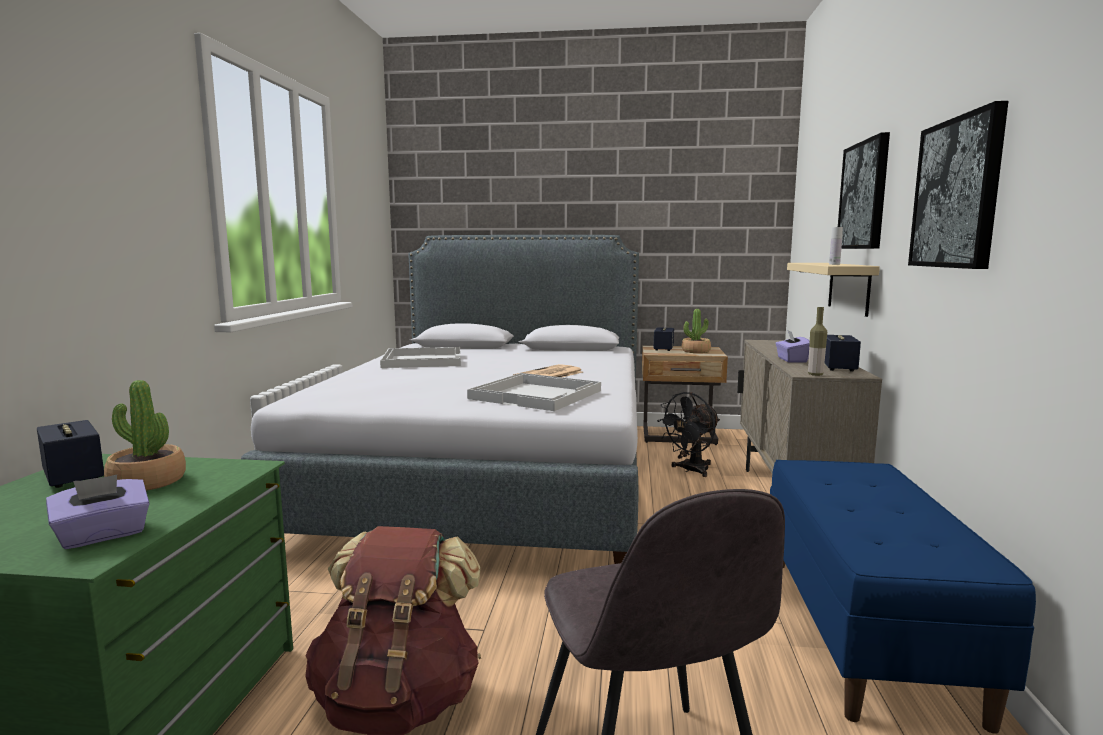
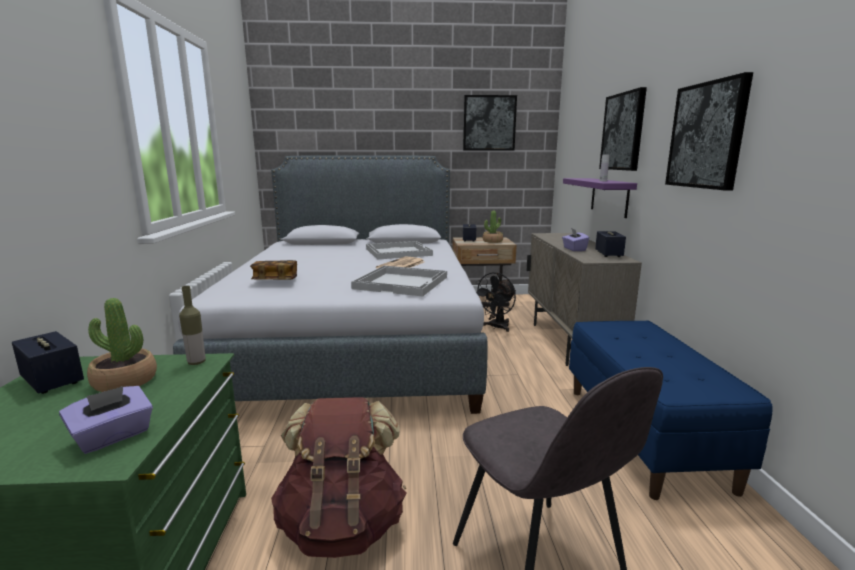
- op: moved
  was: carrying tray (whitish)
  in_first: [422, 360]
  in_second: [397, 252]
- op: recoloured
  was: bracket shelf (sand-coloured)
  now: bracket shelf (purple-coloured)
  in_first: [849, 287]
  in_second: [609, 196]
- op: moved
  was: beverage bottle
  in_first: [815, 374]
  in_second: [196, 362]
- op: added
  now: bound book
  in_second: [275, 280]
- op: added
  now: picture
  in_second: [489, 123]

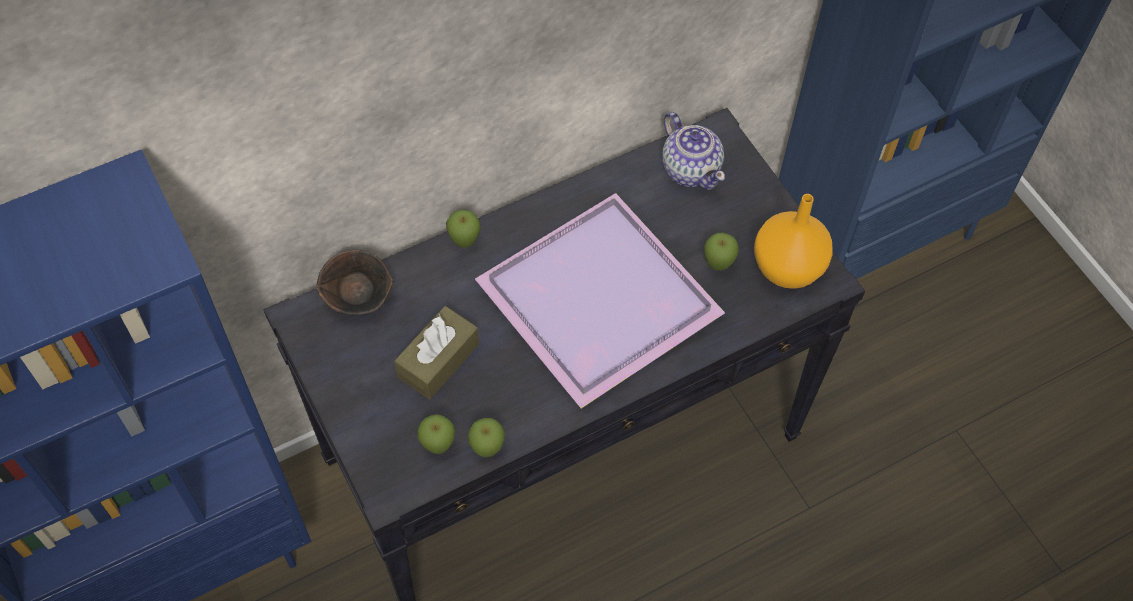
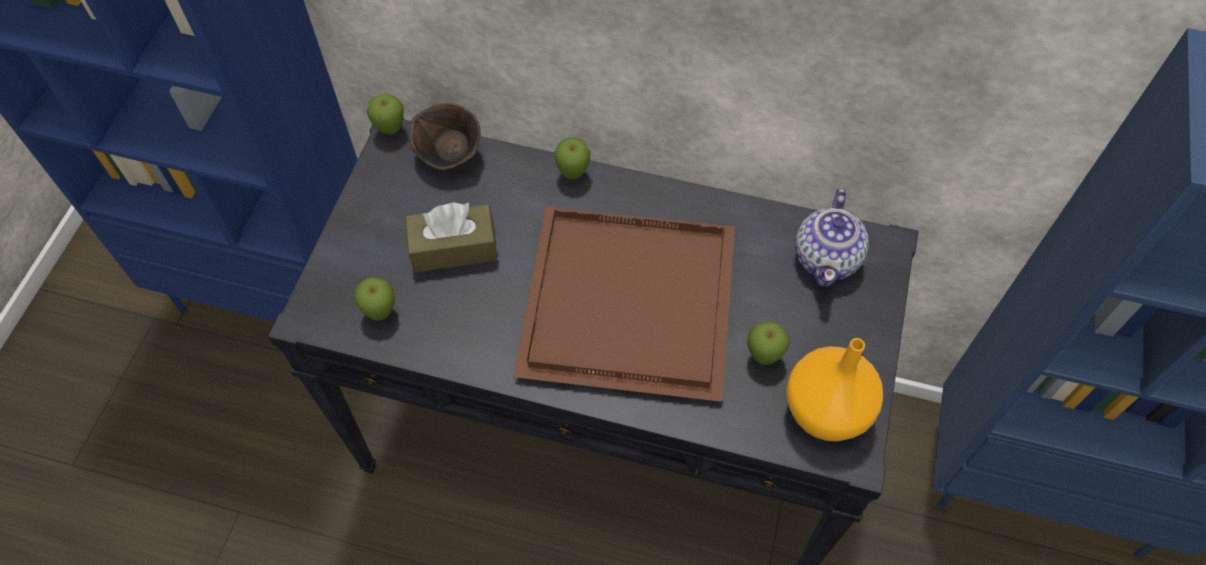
- op: moved
  was: whole apple
  in_first: [487, 449]
  in_second: [391, 130]
- op: recoloured
  was: carrying tray (purple-coloured)
  now: carrying tray (brownish)
  in_first: [598, 304]
  in_second: [624, 306]

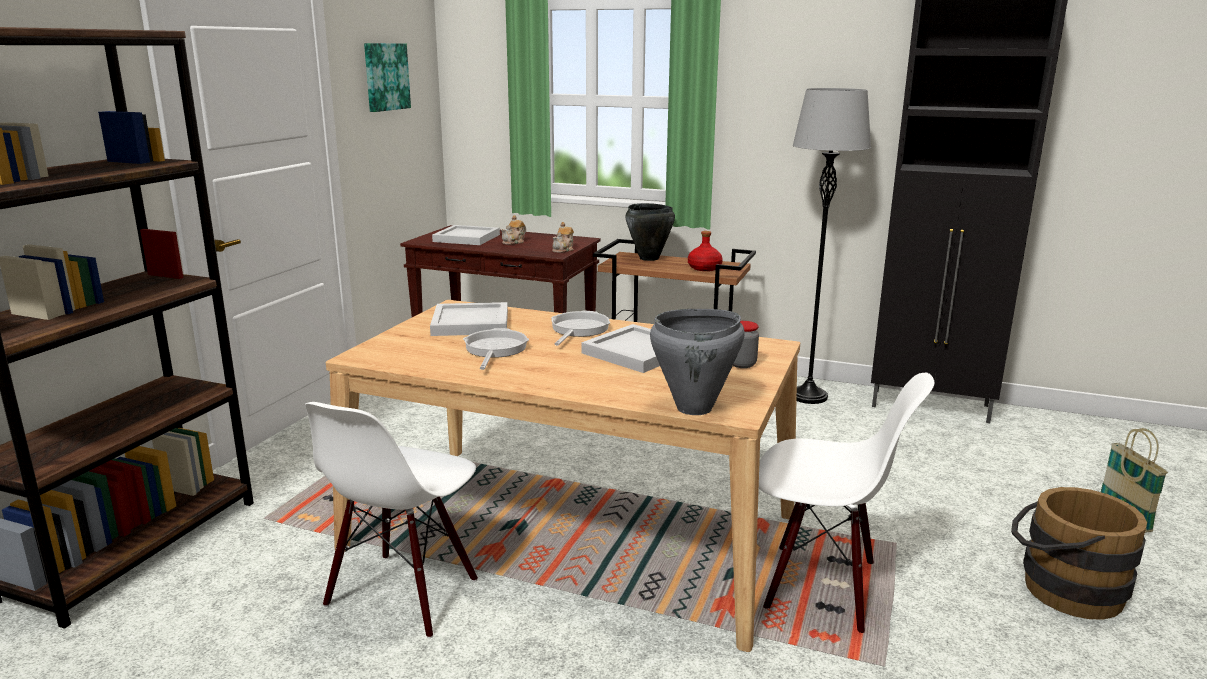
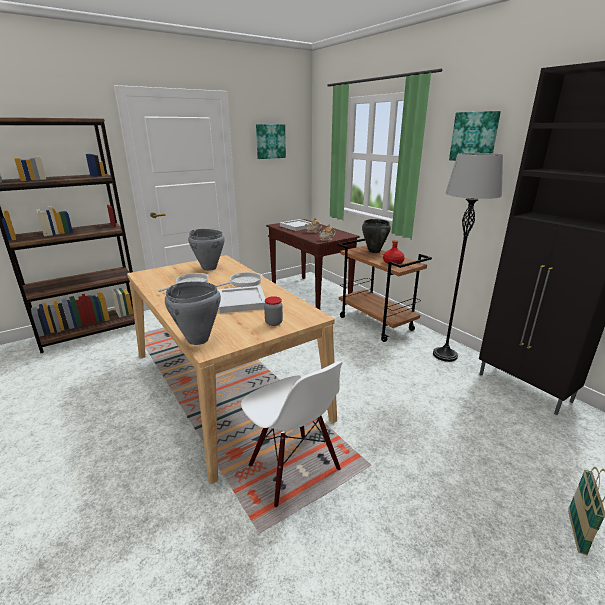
- op: removed
  was: plain chair (whitish)
  in_first: [403, 594]
- op: replaced
  was: carrying tray (whitish)
  now: saucepot (gray)
  in_first: [469, 323]
  in_second: [209, 268]
- op: removed
  was: water bucket (brownish)
  in_first: [1062, 589]
- op: added
  now: picture
  in_second: [474, 137]

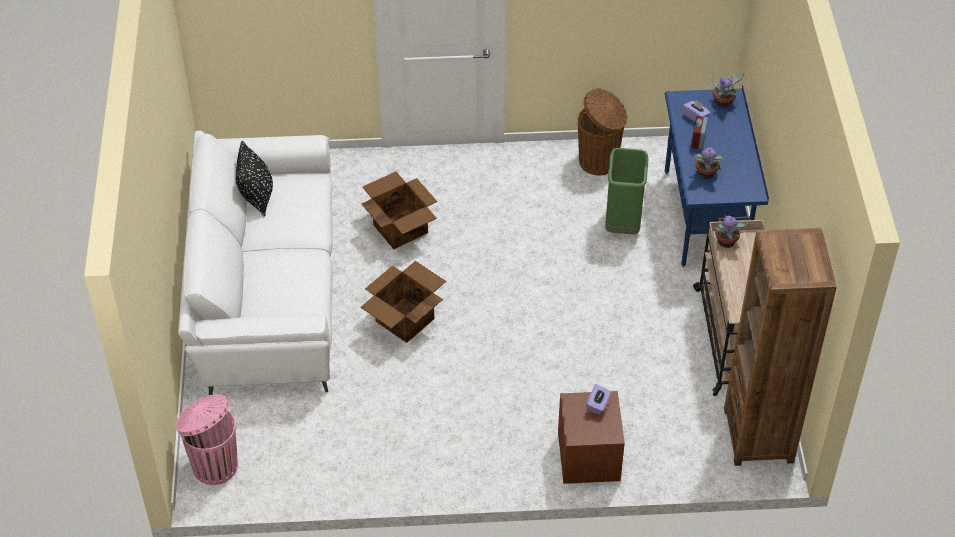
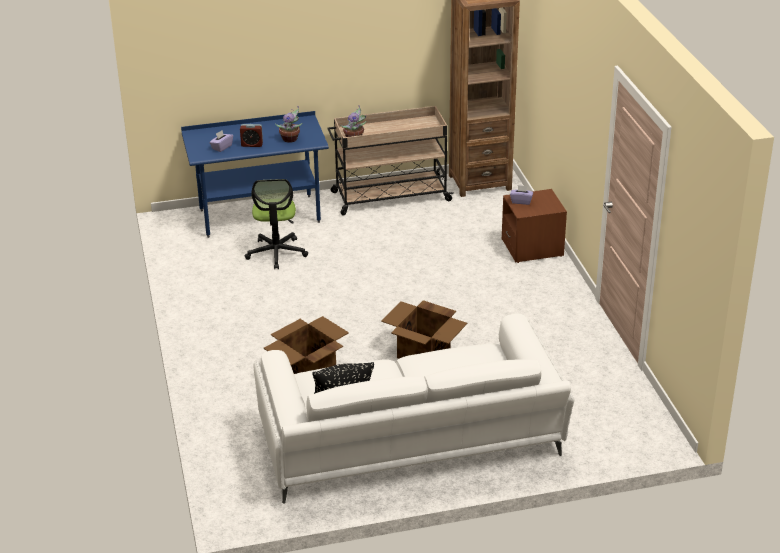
- op: removed
  was: waste bin (pinkish)
  in_first: [214, 465]
- op: removed
  was: waste bin (brownish)
  in_first: [599, 162]
- op: replaced
  was: waste bin (greenish)
  now: computer chair
  in_first: [622, 225]
  in_second: [276, 253]
- op: removed
  was: houseplant
  in_first: [724, 103]

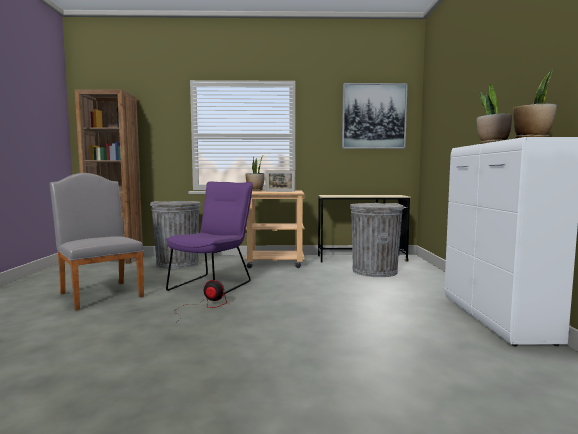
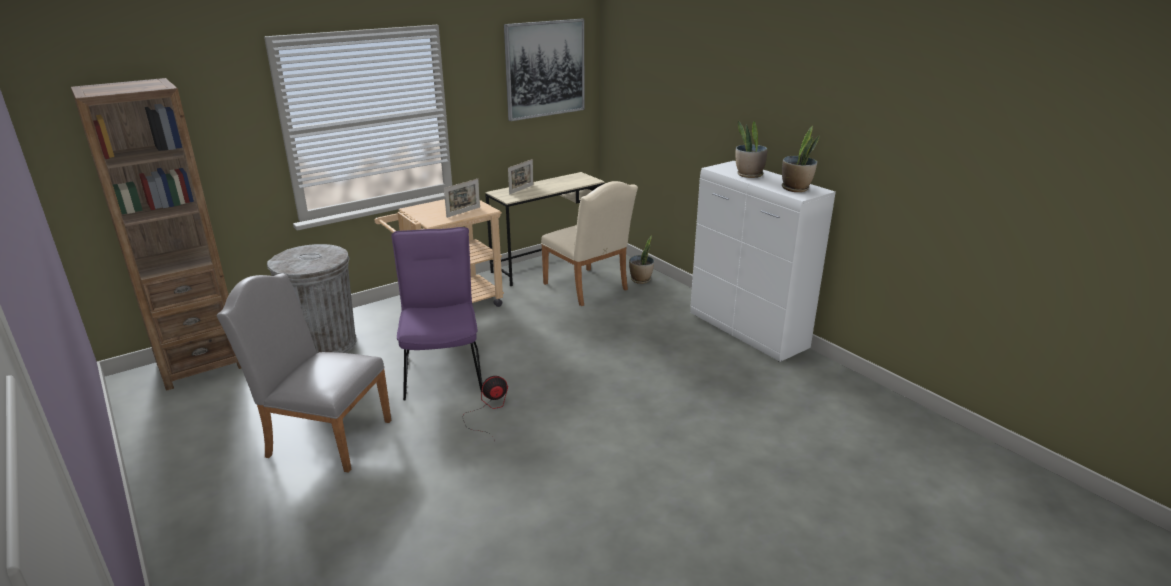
- op: moved
  was: houseplant
  in_first: [255, 190]
  in_second: [641, 280]
- op: replaced
  was: waste bin (gray)
  now: plain chair (sand-coloured)
  in_first: [374, 271]
  in_second: [588, 288]
- op: added
  now: standing frame
  in_second: [521, 189]

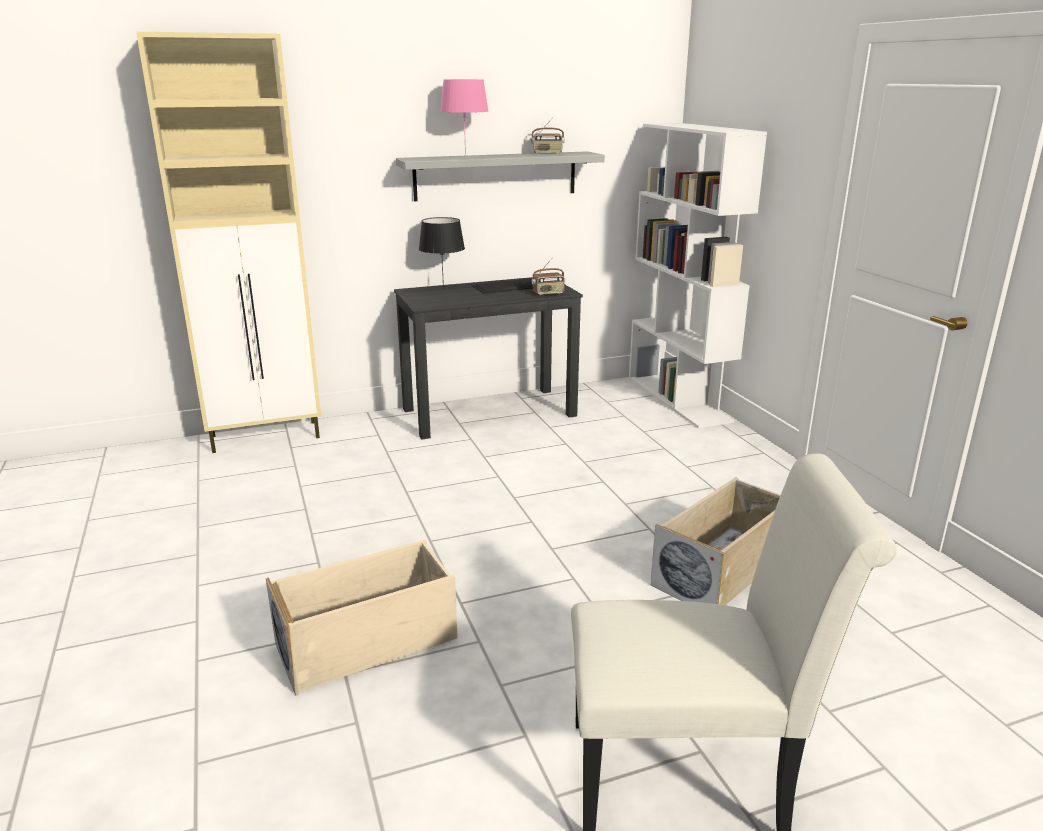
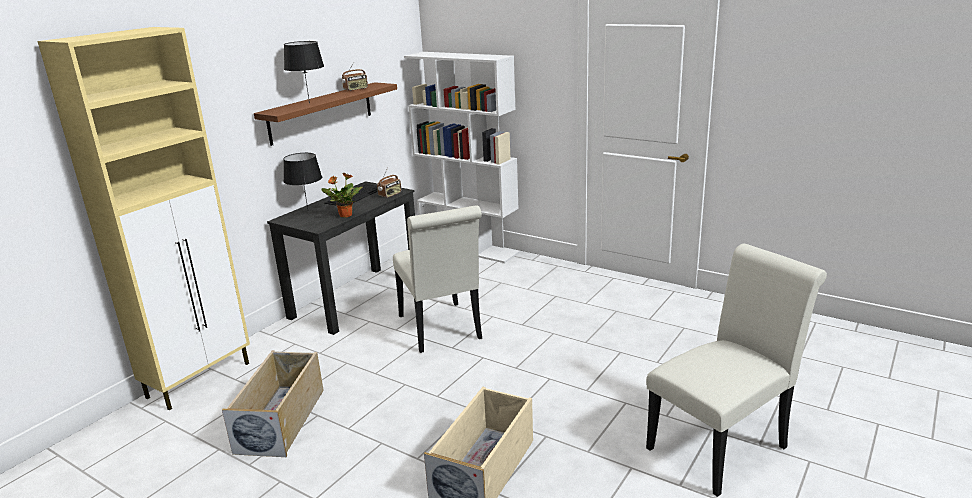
- op: recoloured
  was: bracket shelf (gray)
  now: bracket shelf (brownish)
  in_first: [496, 175]
  in_second: [321, 113]
- op: recoloured
  was: tabletop lamp (pinkish)
  now: tabletop lamp (black-coloured)
  in_first: [465, 157]
  in_second: [309, 103]
- op: moved
  was: storage bin (sand-coloured)
  in_first: [722, 569]
  in_second: [281, 420]
- op: added
  now: houseplant
  in_second: [345, 215]
- op: added
  now: plain chair (whitish)
  in_second: [441, 330]

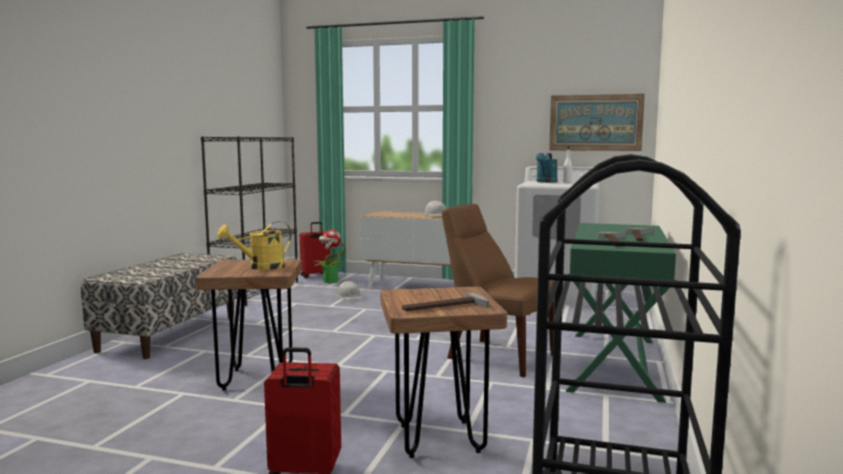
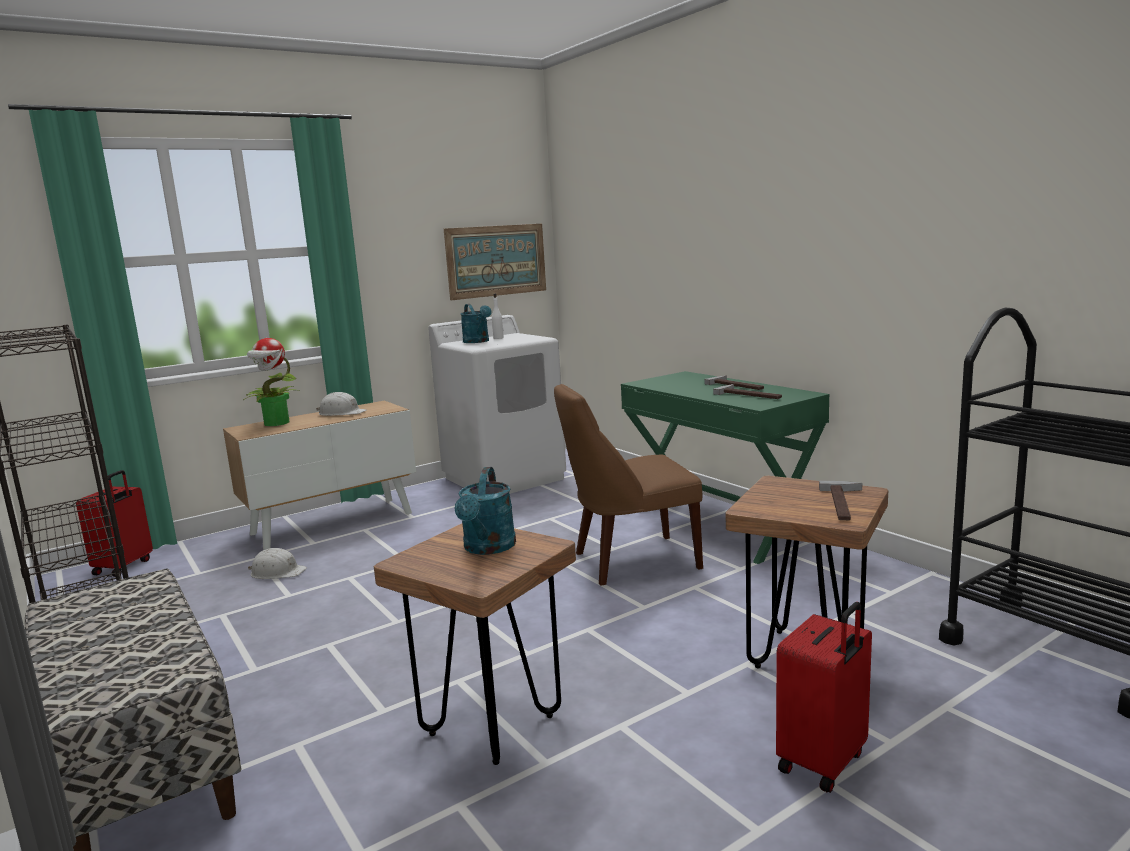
- op: recoloured
  was: watering pot (yellow)
  now: watering pot (turquoise-coloured)
  in_first: [260, 267]
  in_second: [488, 548]
- op: moved
  was: houseplant
  in_first: [330, 281]
  in_second: [276, 423]

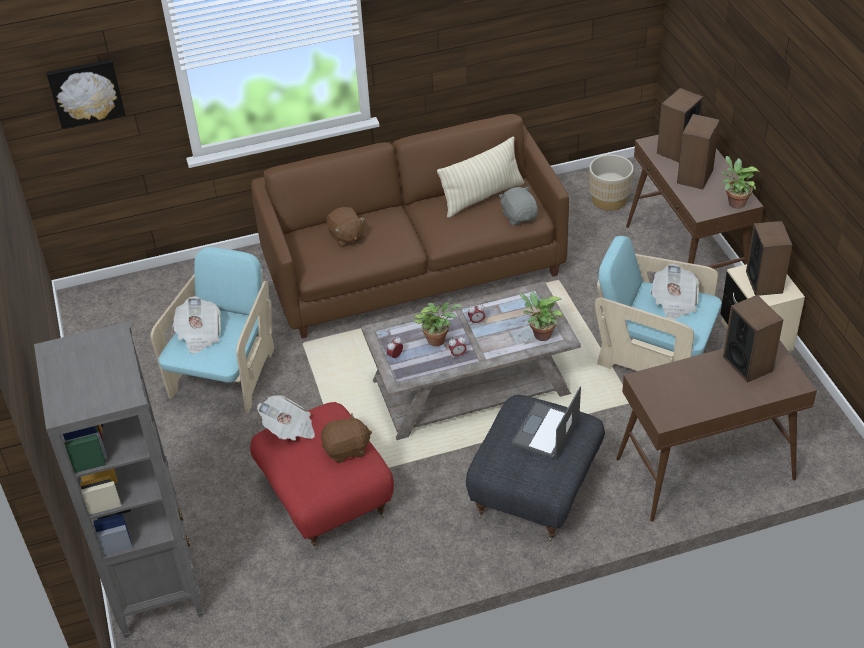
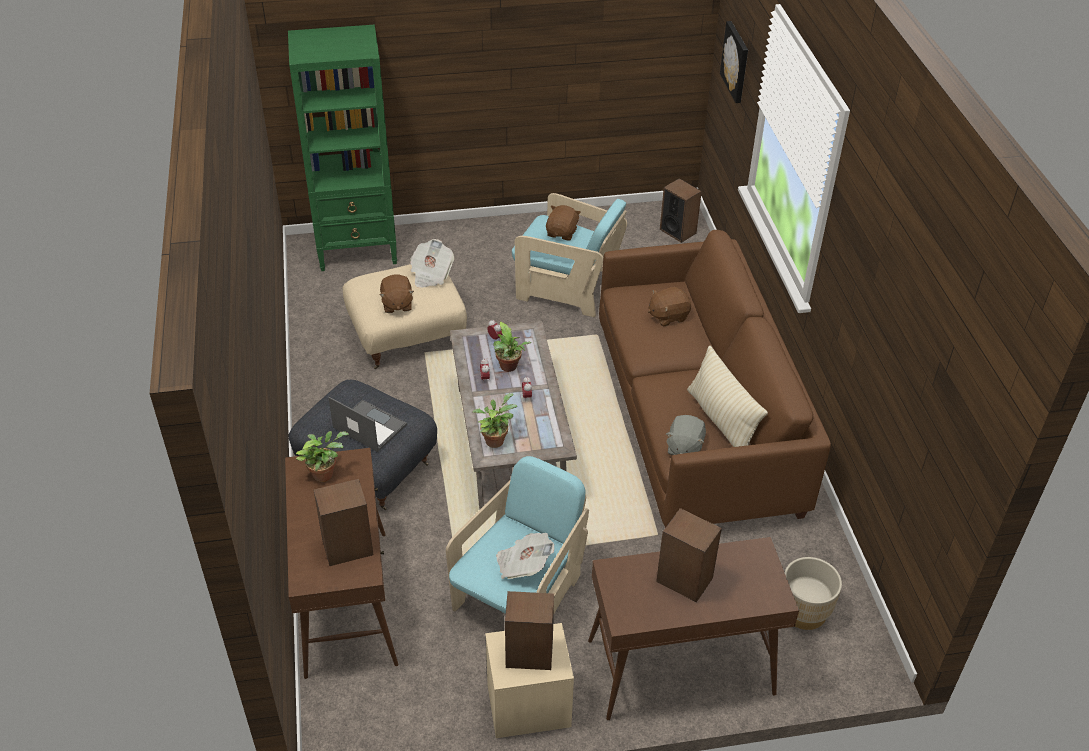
- op: recoloured
  was: bookcase (gray)
  now: bookcase (greenish)
  in_first: [156, 585]
  in_second: [358, 250]
- op: replaced
  was: newspaper
  now: soft toy (brownish)
  in_first: [199, 335]
  in_second: [562, 233]
- op: recoloured
  was: ottoman (reddish)
  now: ottoman (sand-coloured)
  in_first: [324, 499]
  in_second: [407, 337]
- op: turned
  was: soft toy (gray)
  in_first: [519, 216]
  in_second: [684, 447]
  clockwise: 120
- op: moved
  was: speaker
  in_first: [676, 149]
  in_second: [678, 231]
- op: moved
  was: houseplant
  in_first: [734, 202]
  in_second: [325, 473]

